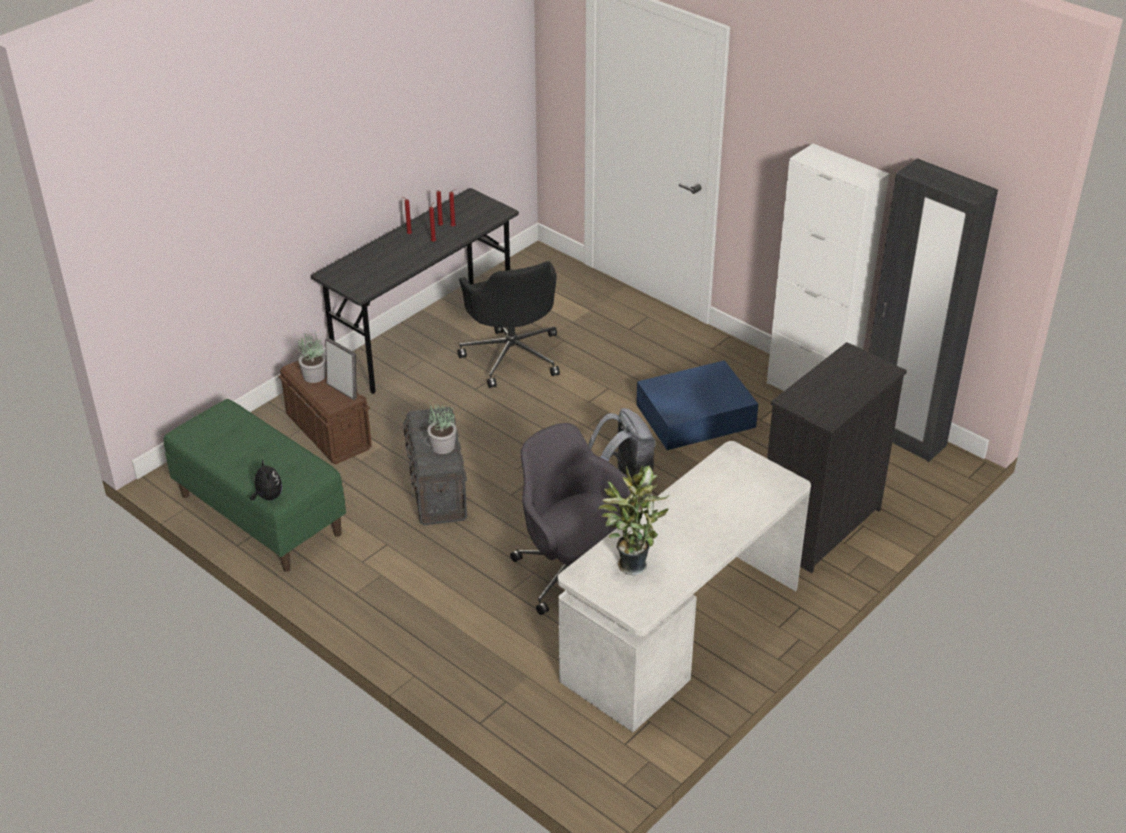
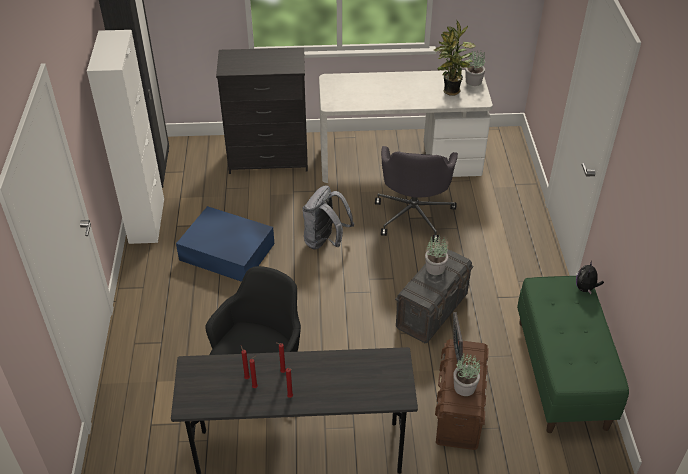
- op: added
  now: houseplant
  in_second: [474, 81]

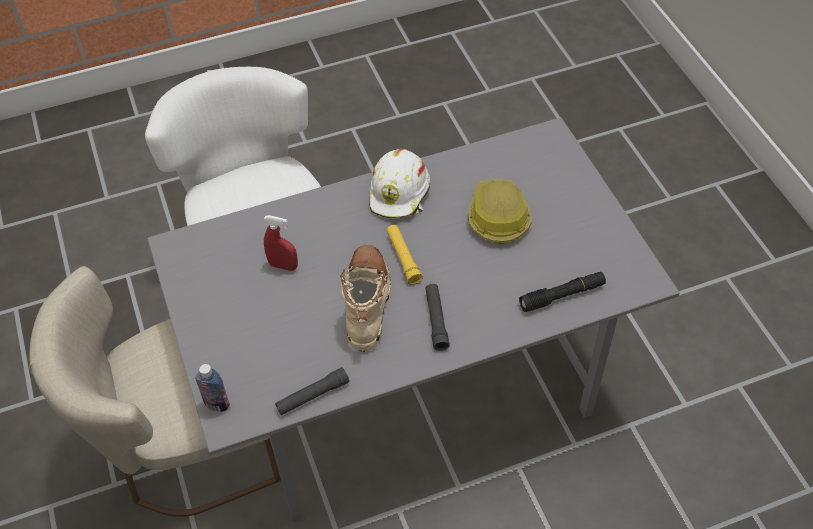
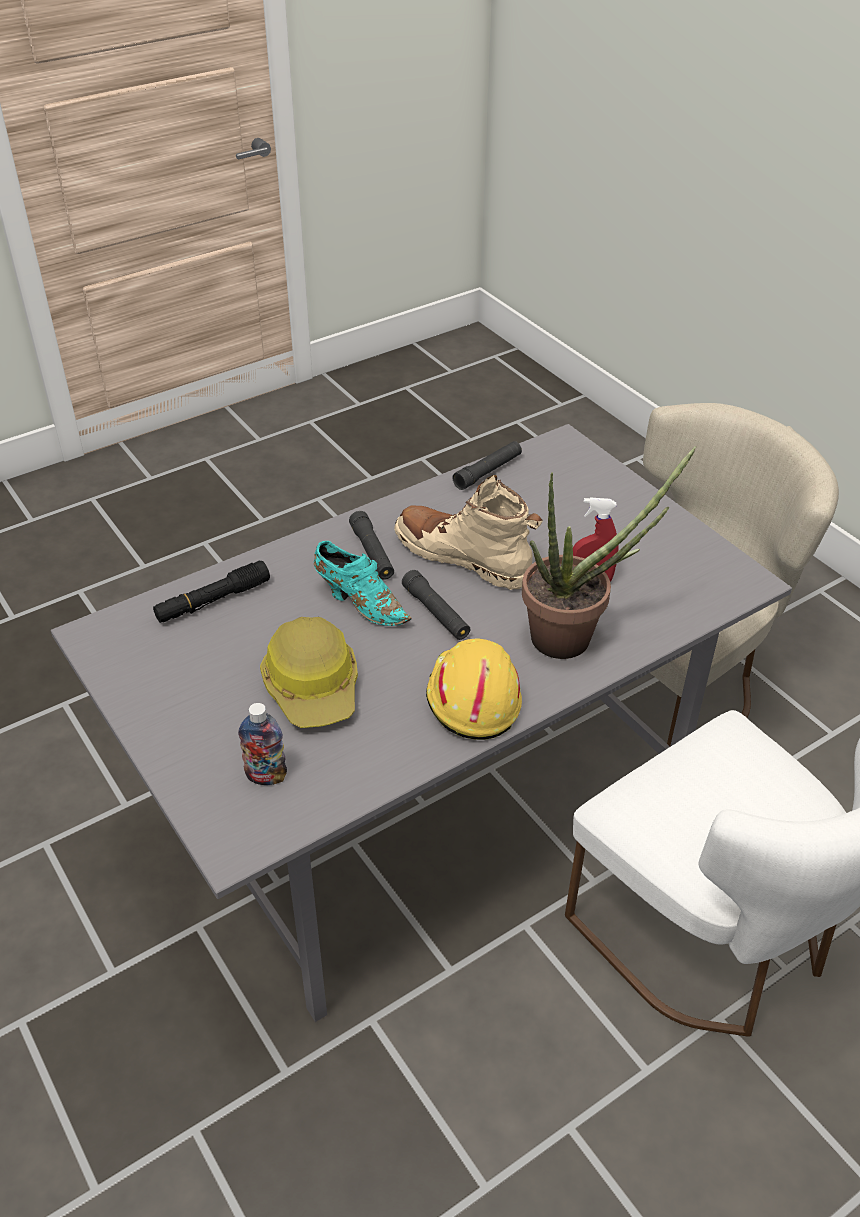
- op: moved
  was: beverage bottle
  in_first: [217, 404]
  in_second: [266, 776]
- op: turned
  was: boot (sand-coloured)
  in_first: [367, 303]
  in_second: [463, 557]
  clockwise: 135
- op: recoloured
  was: safety helmet (whitish)
  now: safety helmet (yellow)
  in_first: [400, 193]
  in_second: [471, 698]
- op: recoloured
  was: flashlight (yellow)
  now: flashlight (black-coloured)
  in_first: [403, 258]
  in_second: [436, 613]
- op: added
  now: item of footwear (turquoise-coloured)
  in_second: [360, 602]
- op: added
  now: houseplant
  in_second: [574, 637]

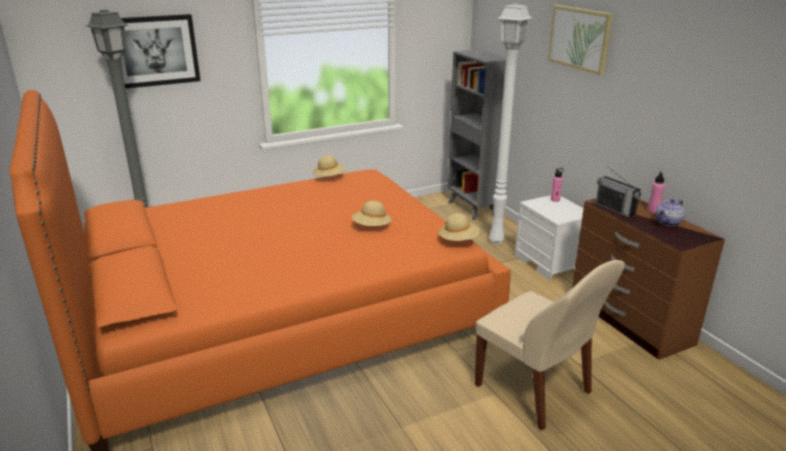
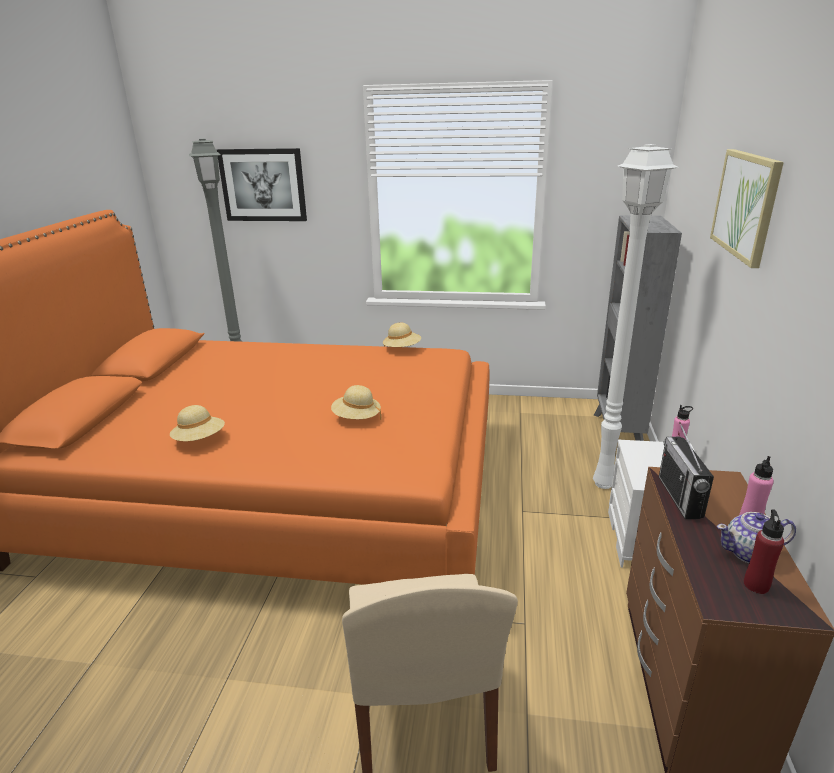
- op: moved
  was: hat (sand-coloured)
  in_first: [458, 240]
  in_second: [200, 440]
- op: added
  now: beverage bottle (reddish)
  in_second: [756, 585]

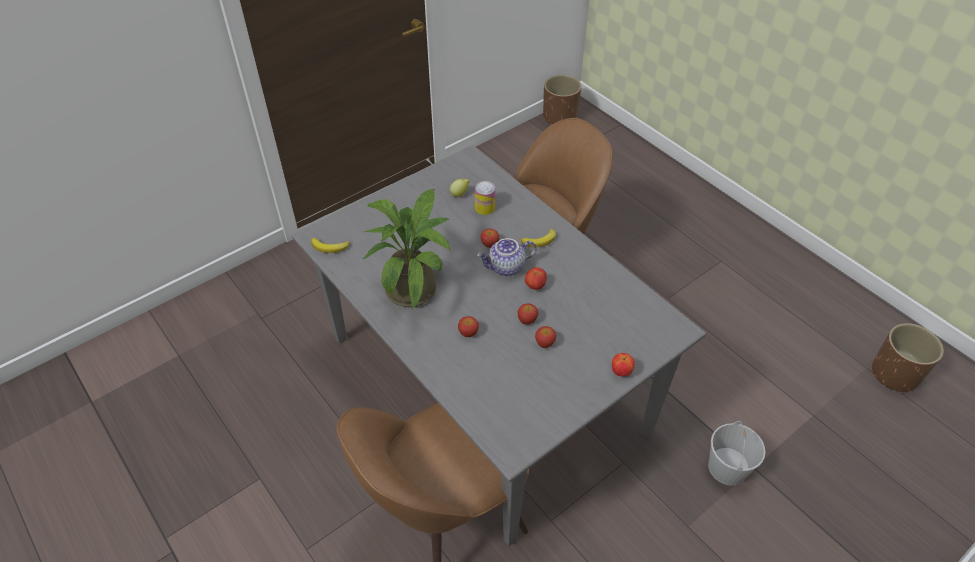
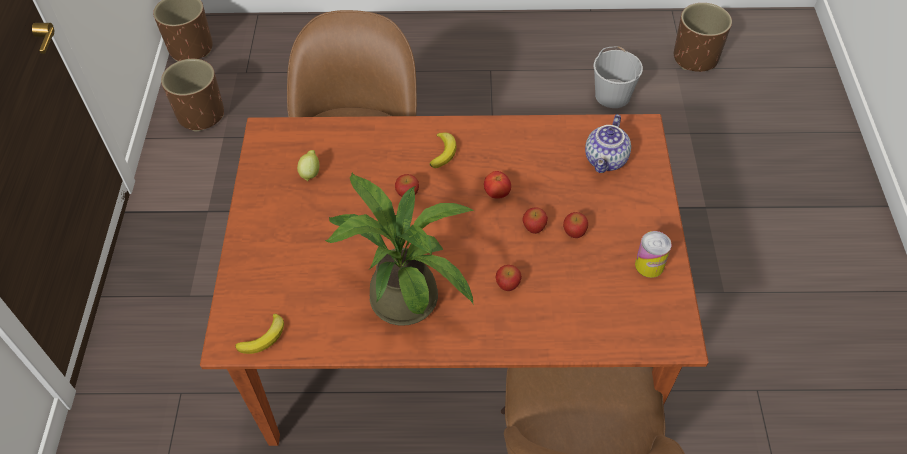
- op: recoloured
  was: kitchen table (gray)
  now: kitchen table (brownish)
  in_first: [488, 384]
  in_second: [457, 339]
- op: moved
  was: sealed can
  in_first: [485, 208]
  in_second: [649, 265]
- op: moved
  was: tea pot
  in_first: [506, 268]
  in_second: [606, 160]
- op: removed
  was: whole apple
  in_first: [621, 372]
- op: moved
  was: water bucket (whitish)
  in_first: [728, 468]
  in_second: [613, 95]
- op: added
  now: plant pot (brownish)
  in_second: [201, 115]

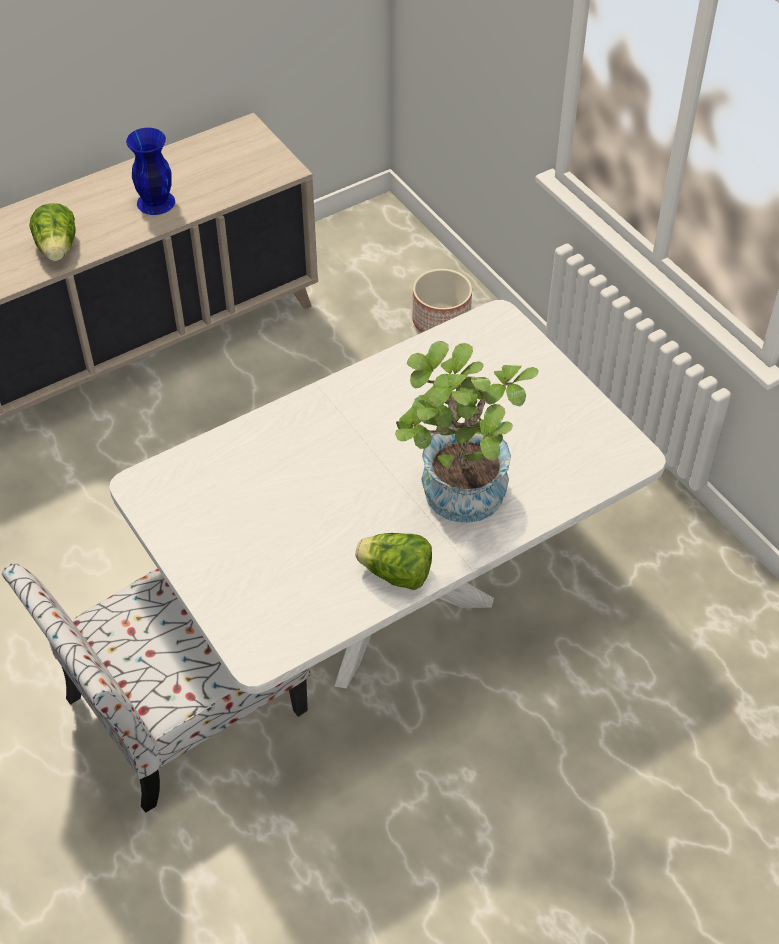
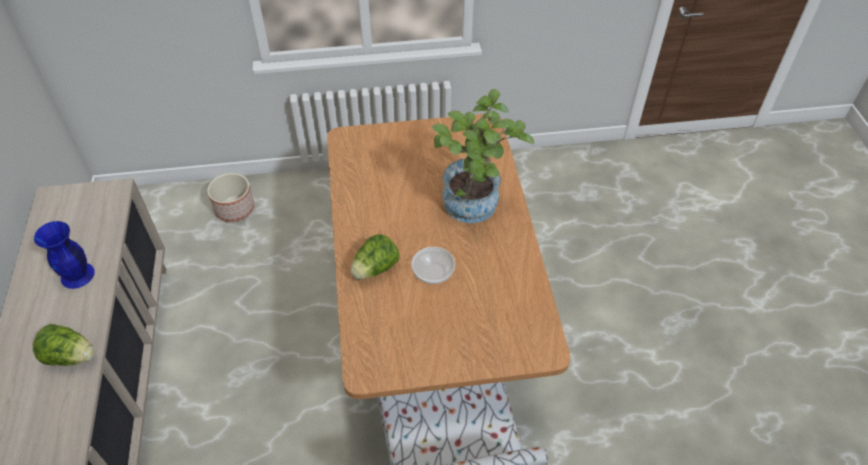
- op: recoloured
  was: kitchen table (whitish)
  now: kitchen table (brownish)
  in_first: [388, 604]
  in_second: [433, 320]
- op: moved
  was: lettuce
  in_first: [396, 574]
  in_second: [375, 269]
- op: added
  now: serving bowl
  in_second: [433, 273]

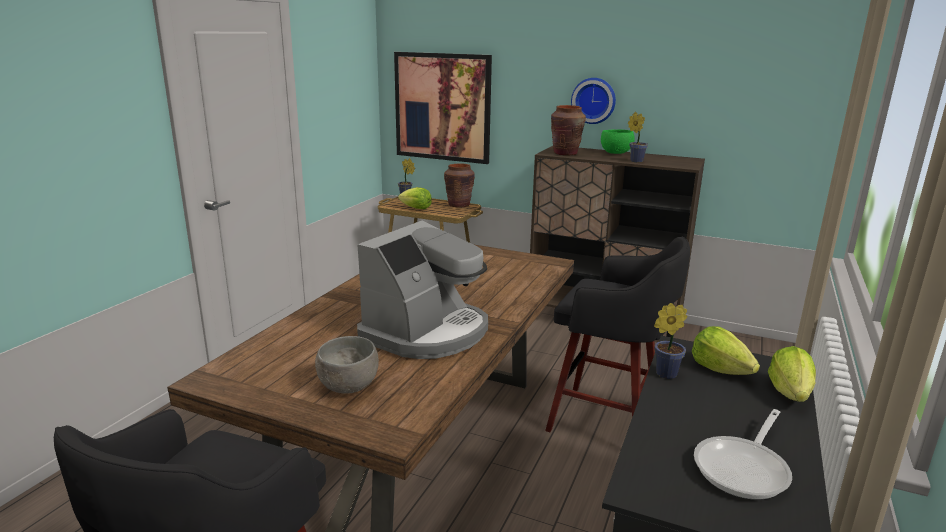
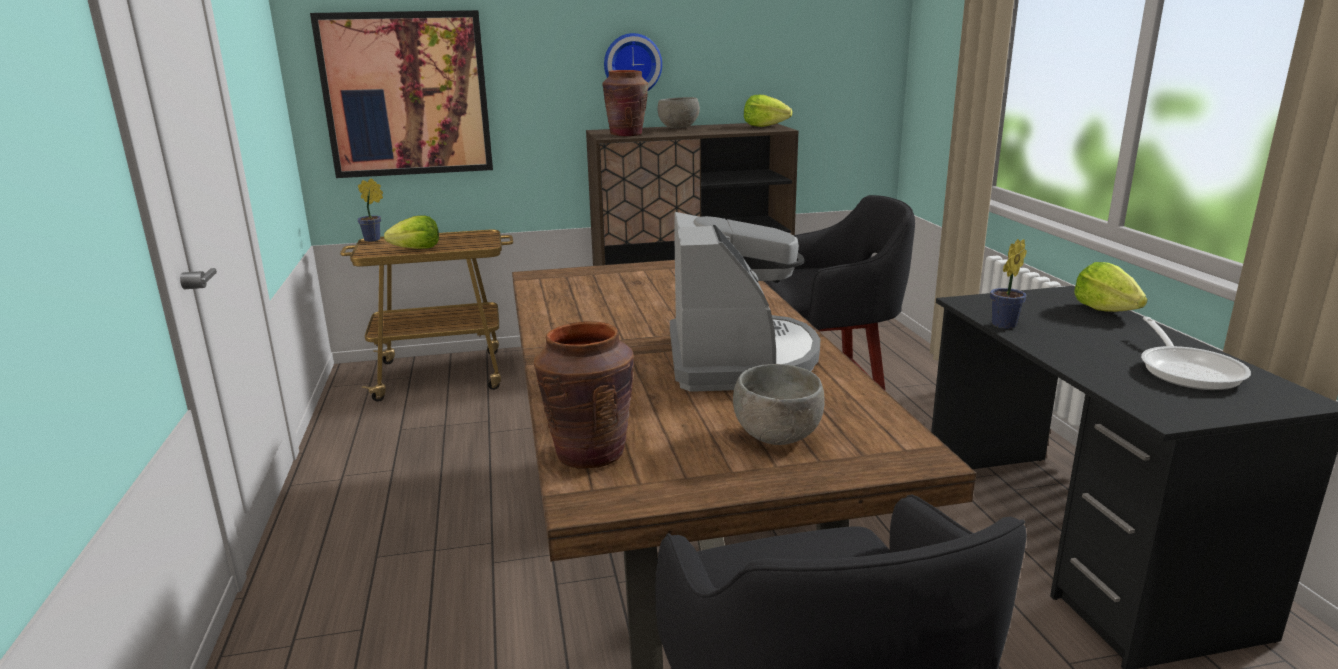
- op: moved
  was: decorative vase (brownish)
  in_first: [459, 205]
  in_second: [589, 454]
- op: recoloured
  was: serving bowl (greenish)
  now: serving bowl (gray)
  in_first: [616, 153]
  in_second: [679, 128]
- op: removed
  was: houseplant
  in_first: [635, 161]
- op: moved
  was: lettuce
  in_first: [720, 369]
  in_second: [764, 126]

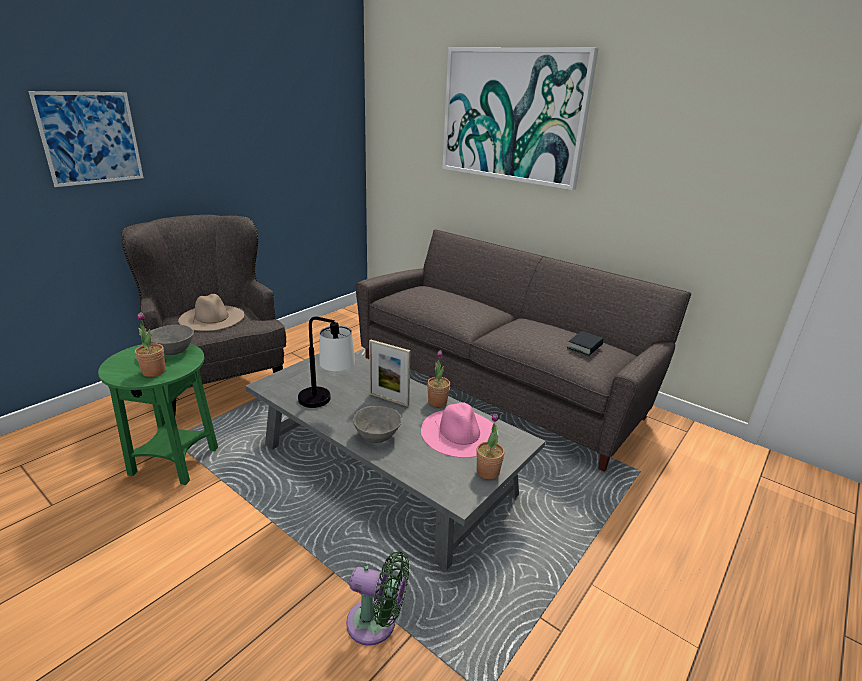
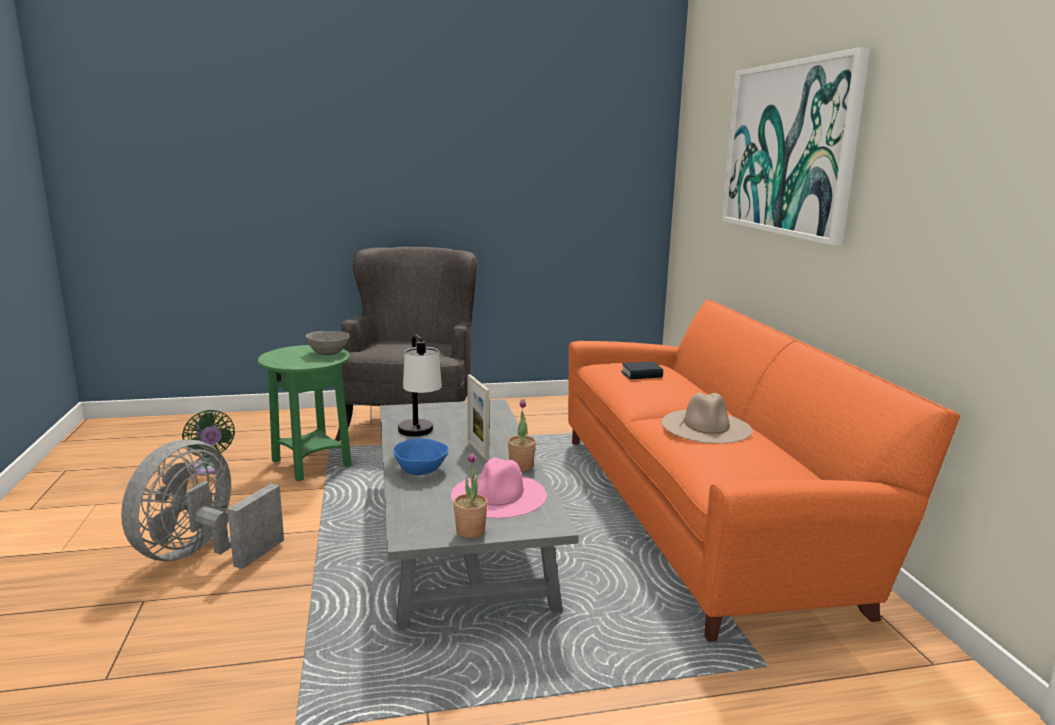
- op: removed
  was: picture
  in_first: [90, 138]
- op: removed
  was: houseplant
  in_first: [154, 371]
- op: moved
  was: hat (sand-coloured)
  in_first: [212, 317]
  in_second: [706, 426]
- op: moved
  was: cooling fan (greenish)
  in_first: [376, 623]
  in_second: [210, 469]
- op: recoloured
  was: serving bowl (gray)
  now: serving bowl (bluish)
  in_first: [377, 436]
  in_second: [421, 470]
- op: recoloured
  was: couch (gray)
  now: couch (orange)
  in_first: [500, 384]
  in_second: [702, 512]
- op: moved
  was: bound book
  in_first: [585, 347]
  in_second: [641, 375]
- op: added
  now: cooling fan (gray)
  in_second: [202, 554]

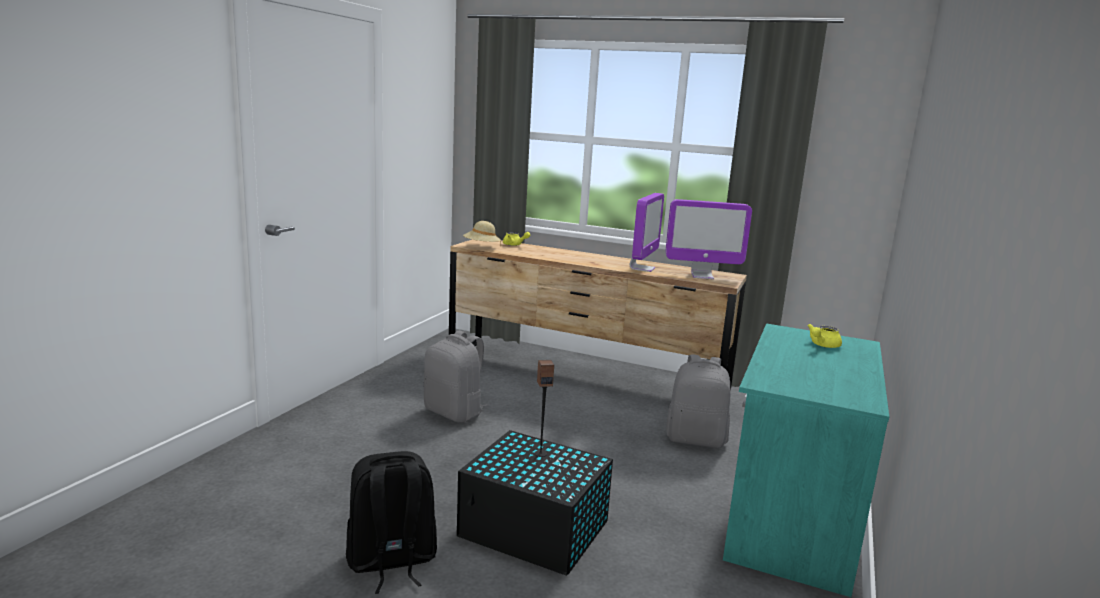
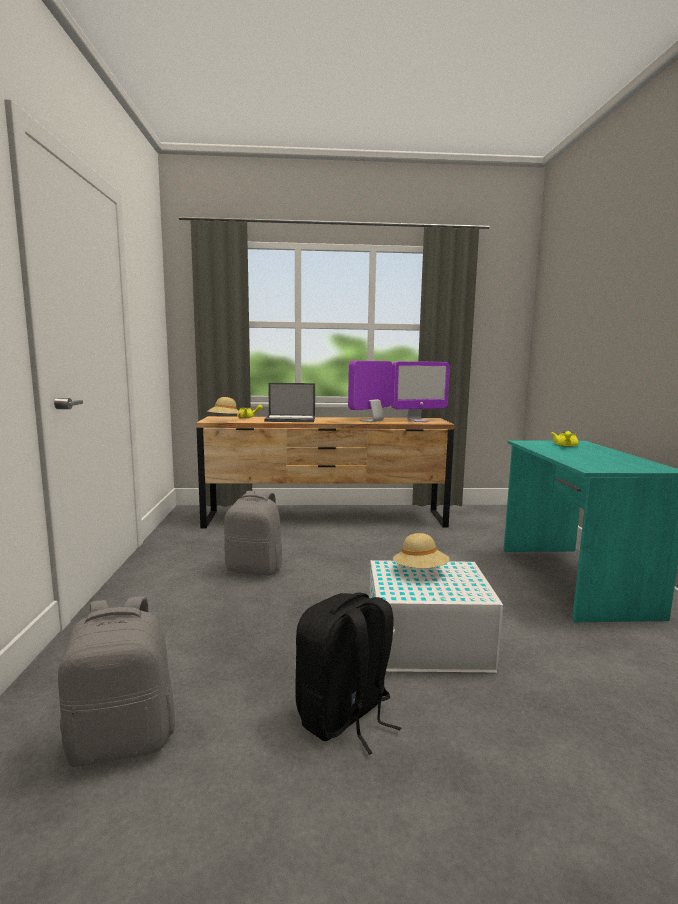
- op: recoloured
  was: storage bin (black-coloured)
  now: storage bin (whitish)
  in_first: [535, 530]
  in_second: [429, 643]
- op: replaced
  was: speaker
  now: hat (sand-coloured)
  in_first: [540, 453]
  in_second: [420, 571]
- op: turned
  was: monitor
  in_first: [642, 268]
  in_second: [371, 421]
  clockwise: -135
- op: moved
  was: rucksack (gray)
  in_first: [696, 439]
  in_second: [123, 740]
- op: added
  now: portable computer
  in_second: [291, 419]

